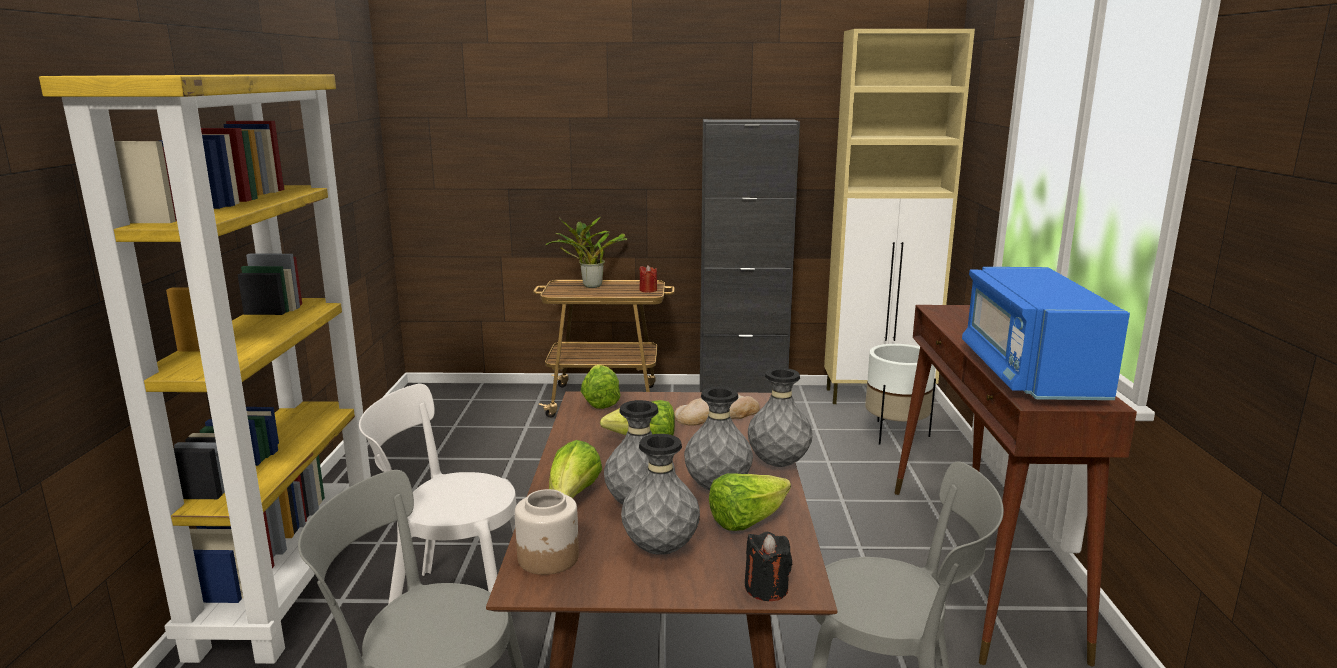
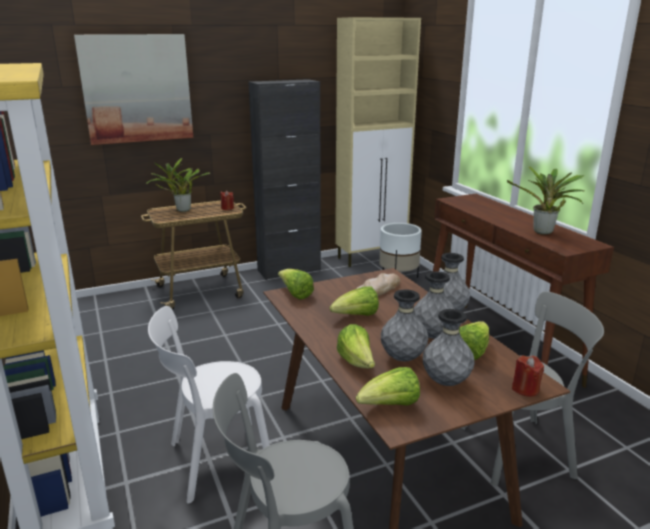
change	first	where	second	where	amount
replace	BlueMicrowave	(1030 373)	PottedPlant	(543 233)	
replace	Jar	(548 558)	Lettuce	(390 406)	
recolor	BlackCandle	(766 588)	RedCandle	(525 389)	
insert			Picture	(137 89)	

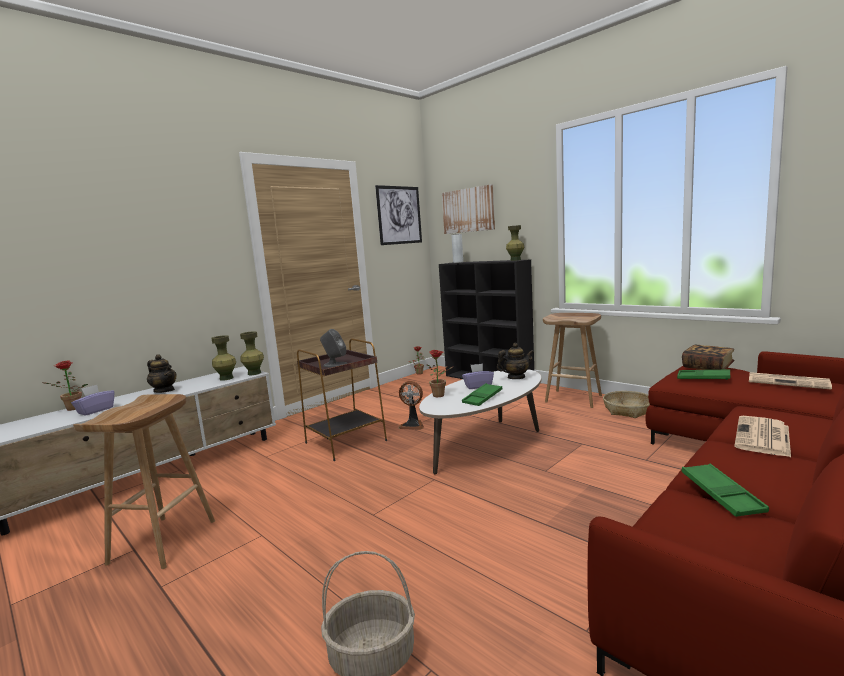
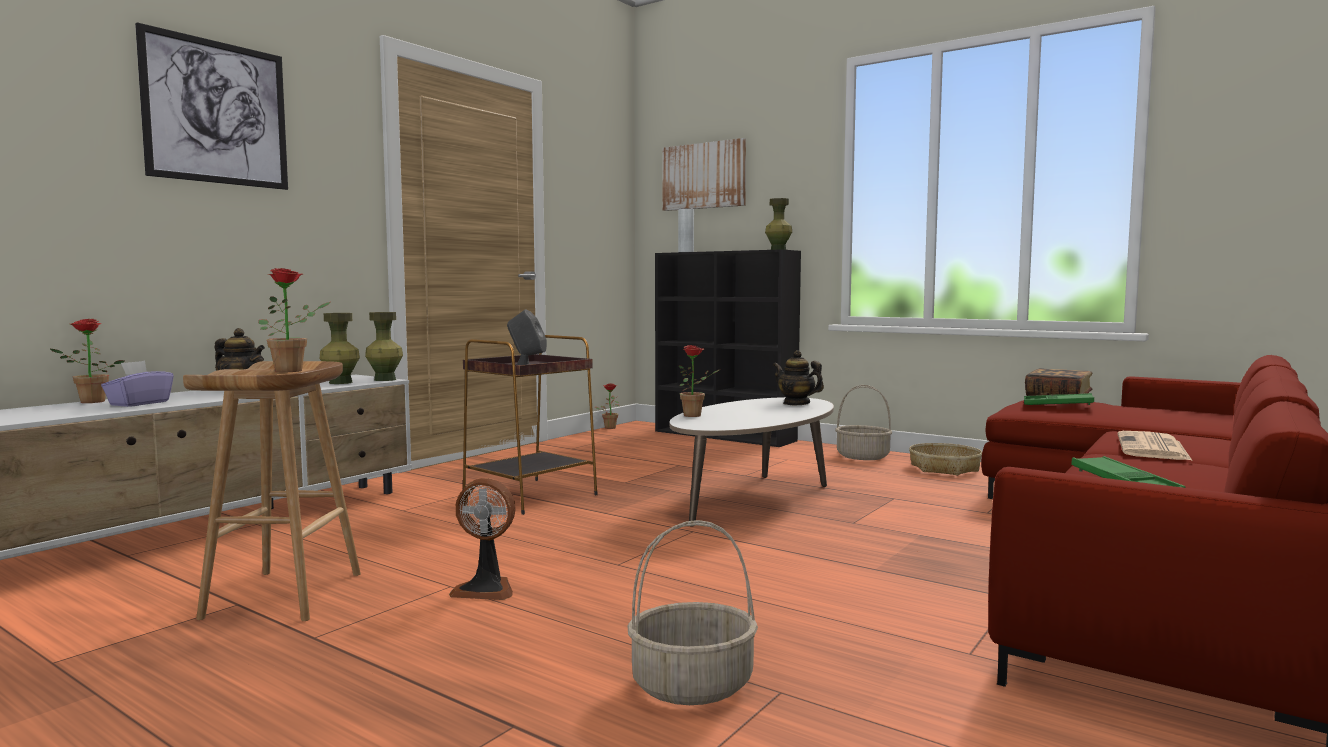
change	first	where	second	where	amount
move	Picture	(399 215)		(216 112)	
replace	BrownStool	(574 398)	Basket	(863 456)	
rotate	Teapot	(516 377)		(796 403)	120 degrees counterclockwise
delete	PurpleTissueBox	(478 386)			
delete	Newspaper	(789 382)			
move	Fan	(413 425)		(486 589)	
delete	GreenTray	(482 398)			
insert			PottedPlant	(294 370)	

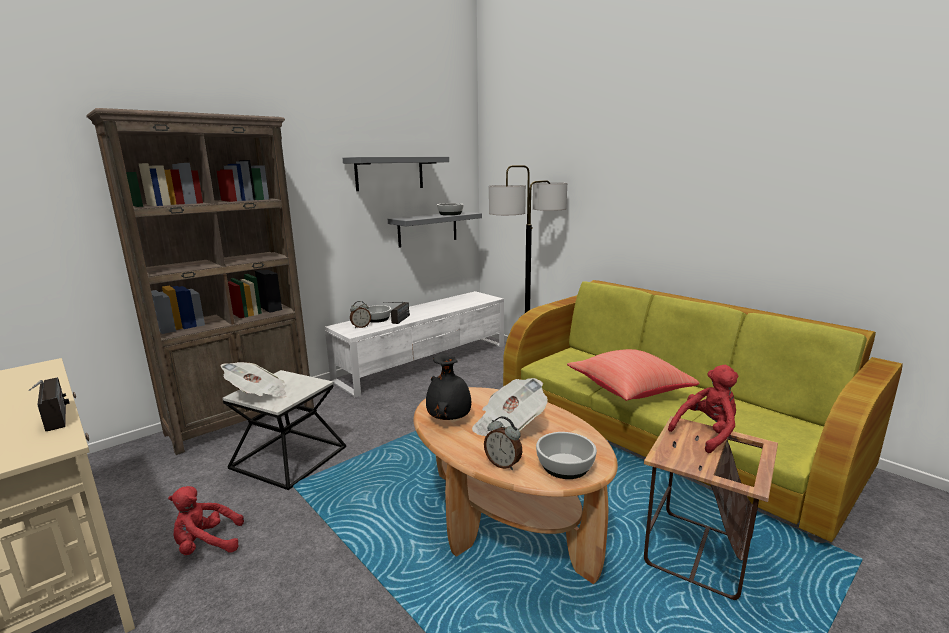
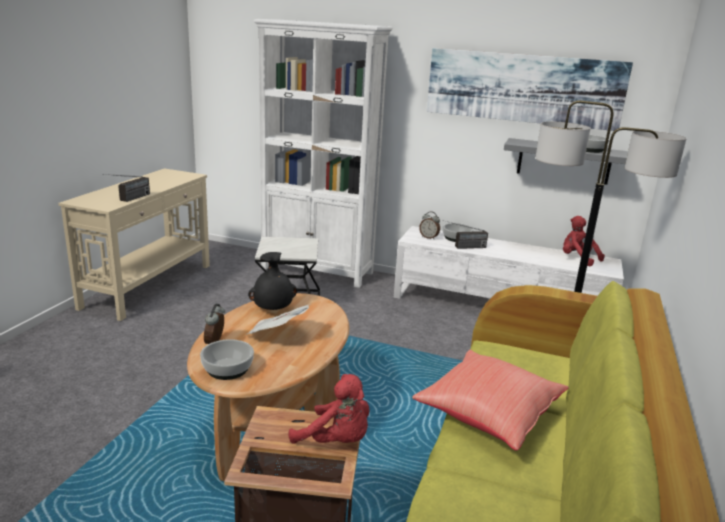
change	first	where	second	where	amount
recolor	BrownBookcase	(243 420)	WhiteBookcase	(318 270)	
replace	GreyShelf	(389 173)	Picture	(523 88)	
delete	Newspaper	(258 394)			
move	RedPlushToy	(206 545)		(577 259)	

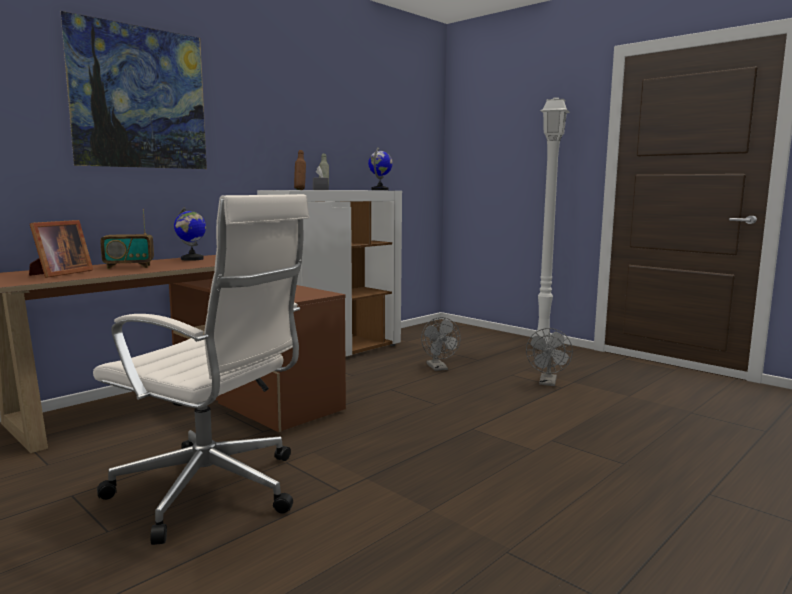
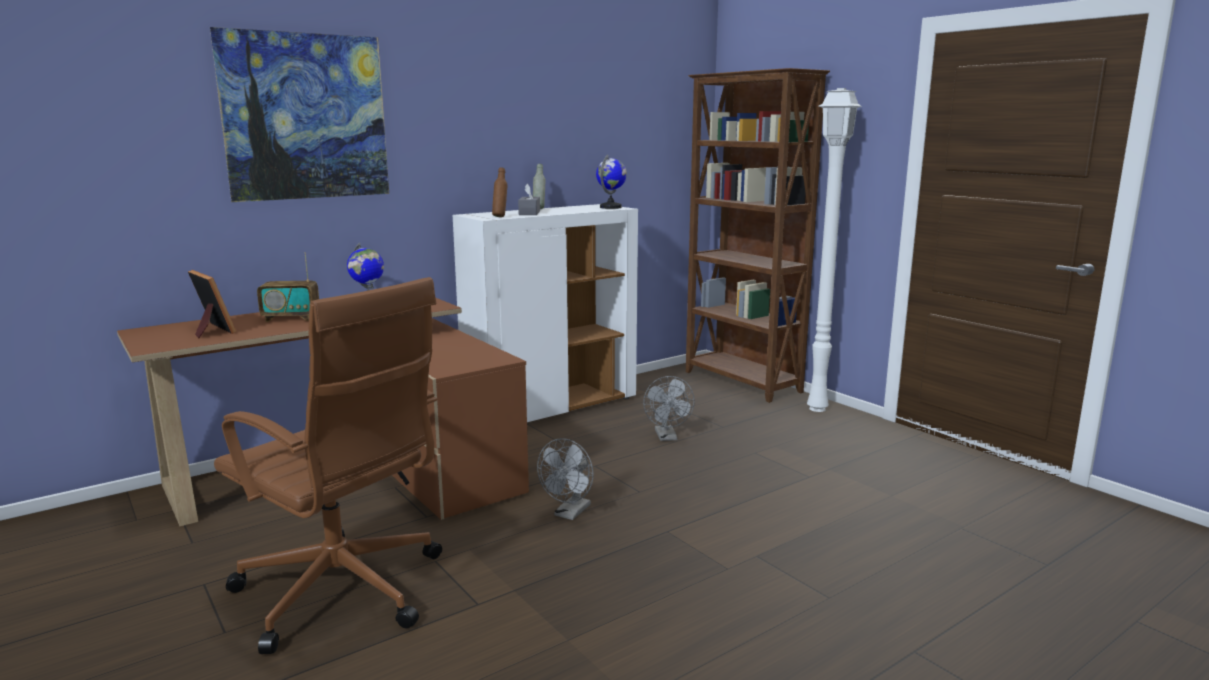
change	first	where	second	where	amount
recolor	WhiteOfficeChair	(212 491)	BrownOfficeChair	(343 592)	
rotate	PictureFrame	(59 274)		(211 331)	75 degrees counterclockwise
move	GreyFan	(548 383)		(570 513)	
insert			BrownBookcase	(742 382)	

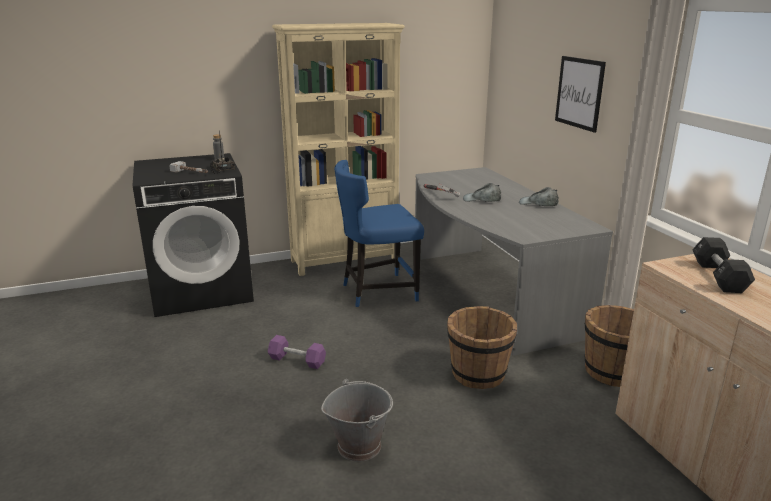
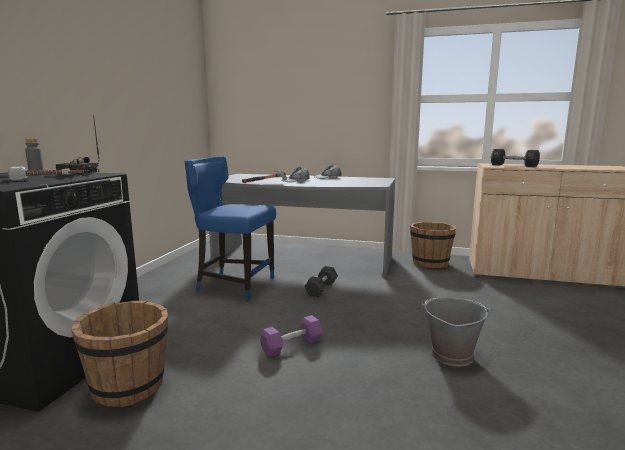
change	first	where	second	where	amount
delete	BeigeBookcase	(345 261)			
delete	Picture	(579 93)			
rotate	BlueChair	(377 291)		(234 285)	90 degrees clockwise
move	BrownBucket	(478 374)		(129 387)	
insert			BlackDumbbell	(321 289)	

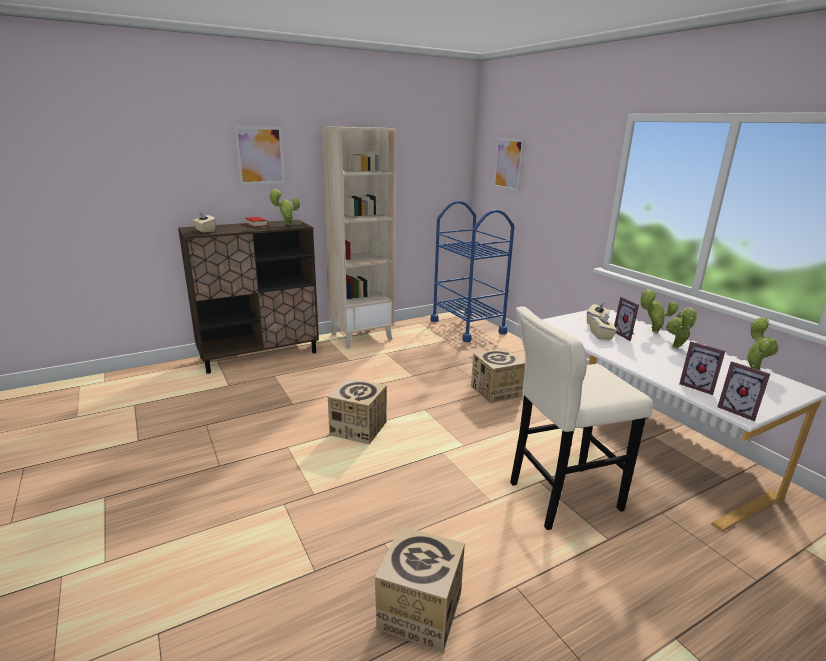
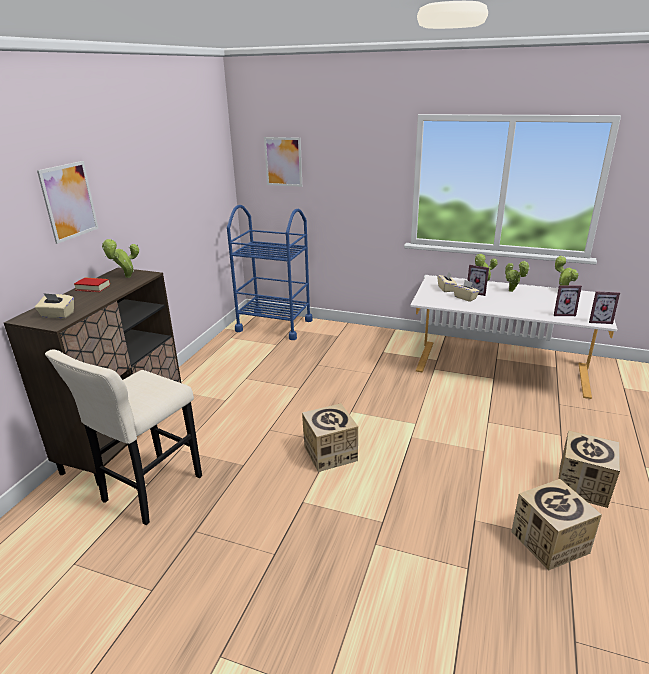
change	first	where	second	where	amount
delete	BeigeBookcase	(361 336)			
move	BeigeStool	(559 497)		(149 491)	
move	CardboardBox	(496 391)		(583 486)	

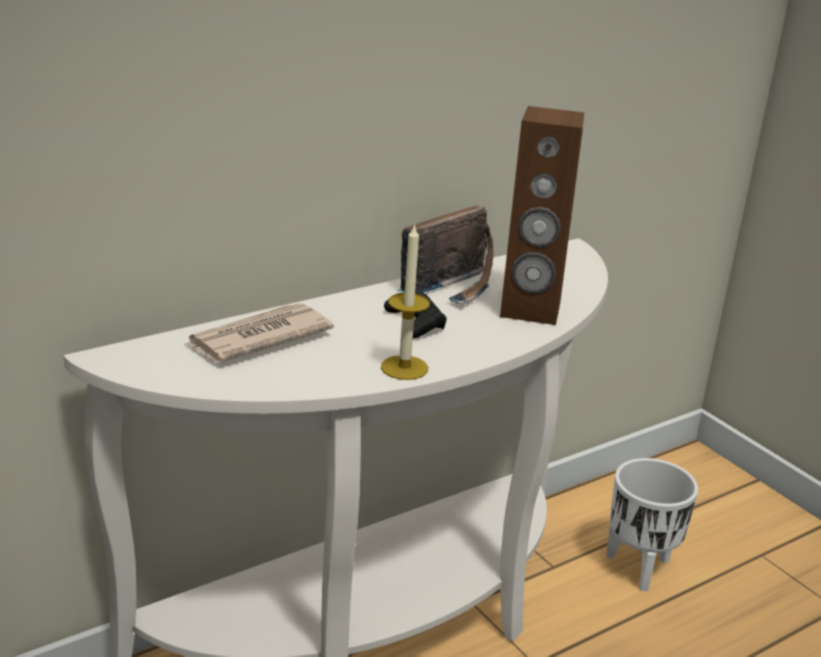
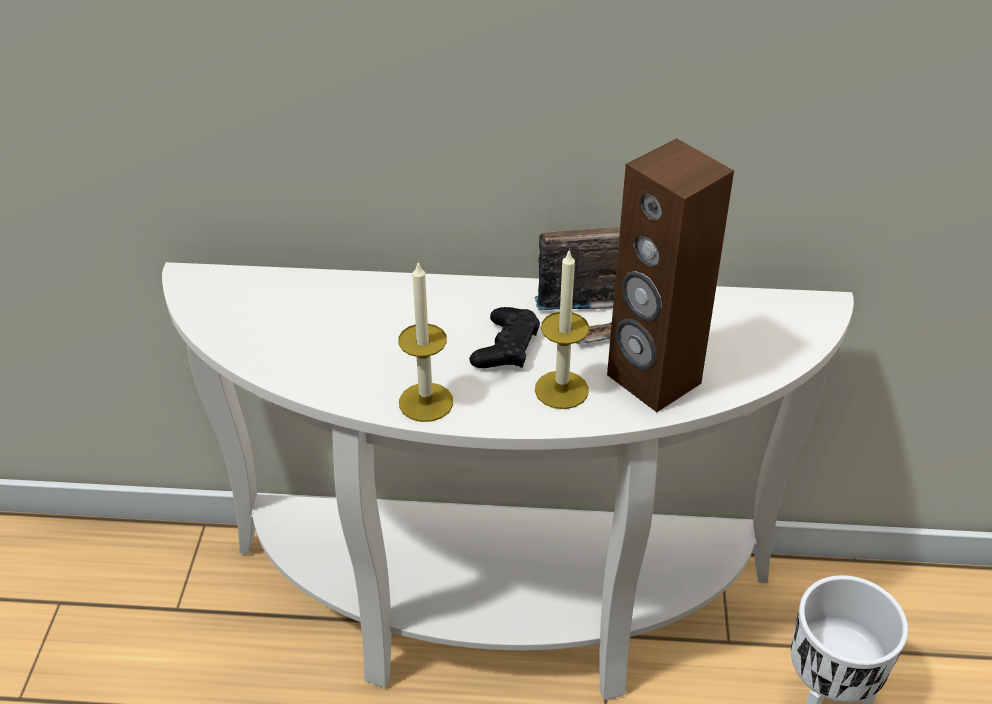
change	first	where	second	where	amount
delete	Newspaper	(257 338)			
insert			Candle	(561 390)	

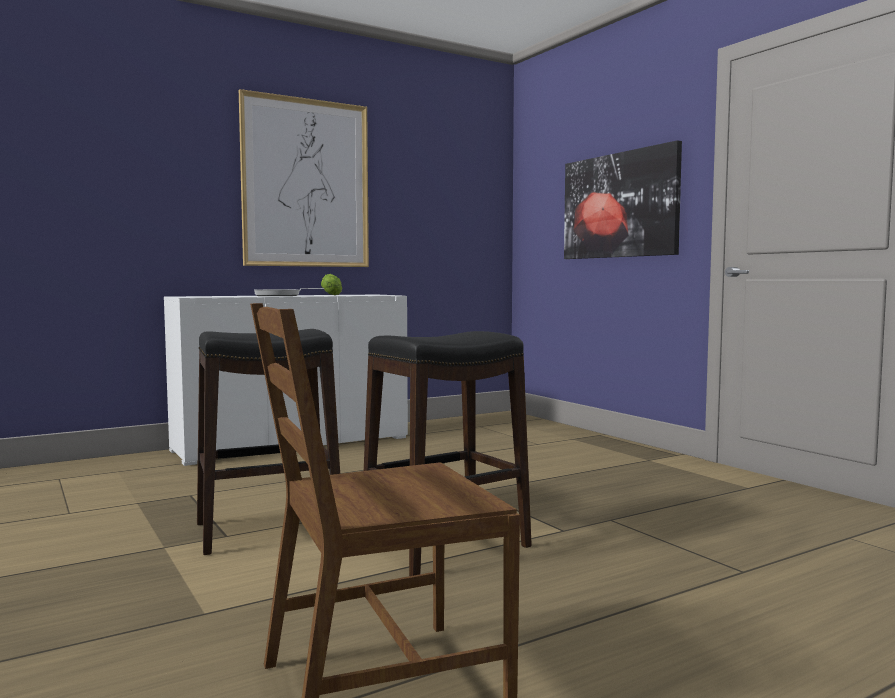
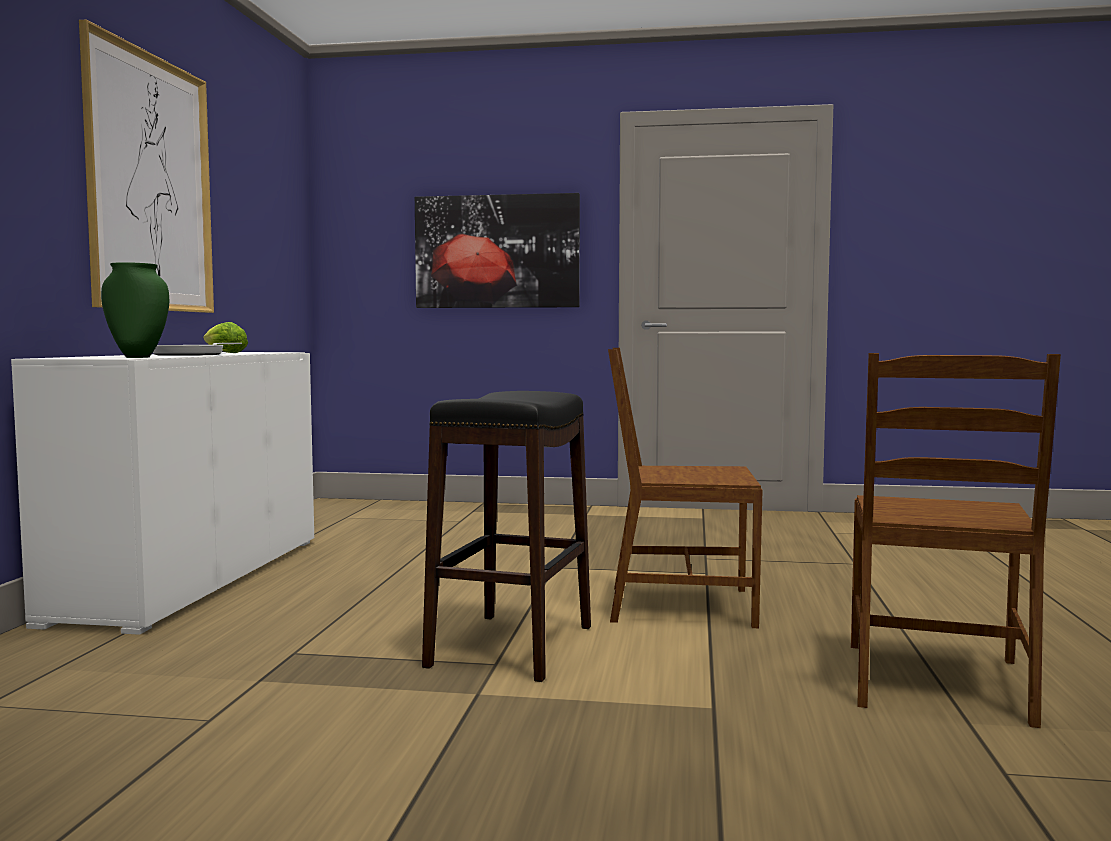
change	first	where	second	where	amount
replace	BlackStool	(446 545)	BrownChair	(679 606)	
insert			GreenVase	(137 357)	

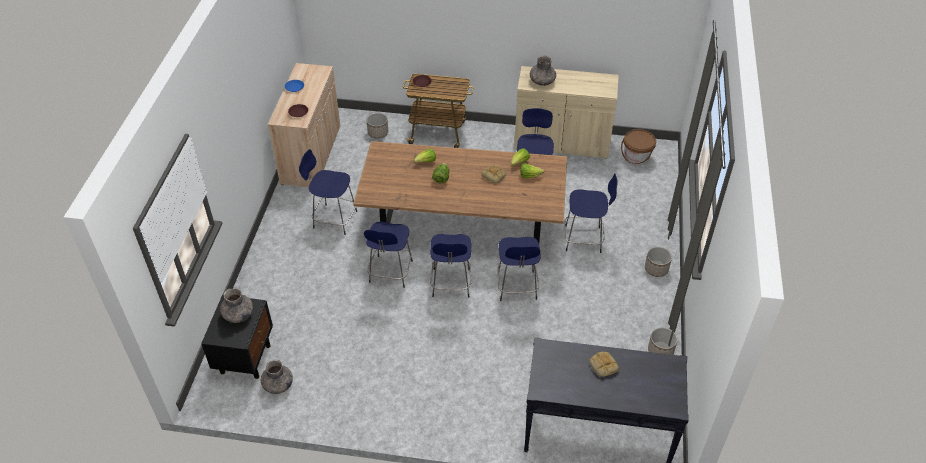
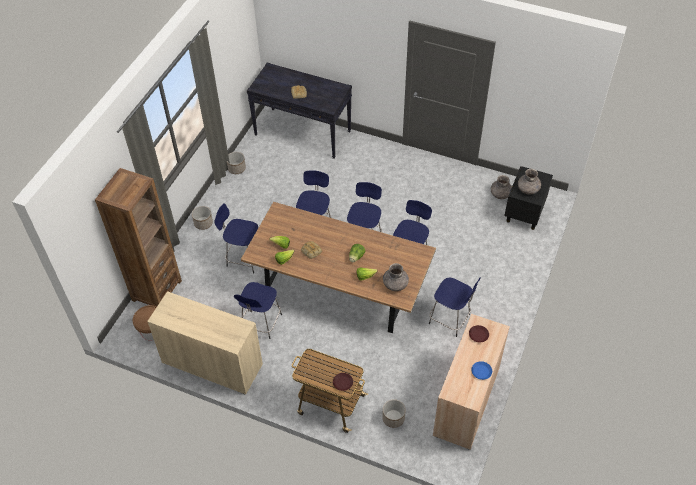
change	first	where	second	where	amount
move	GreyVase	(542 81)		(395 284)	
insert			BrownBookcase	(156 290)	

